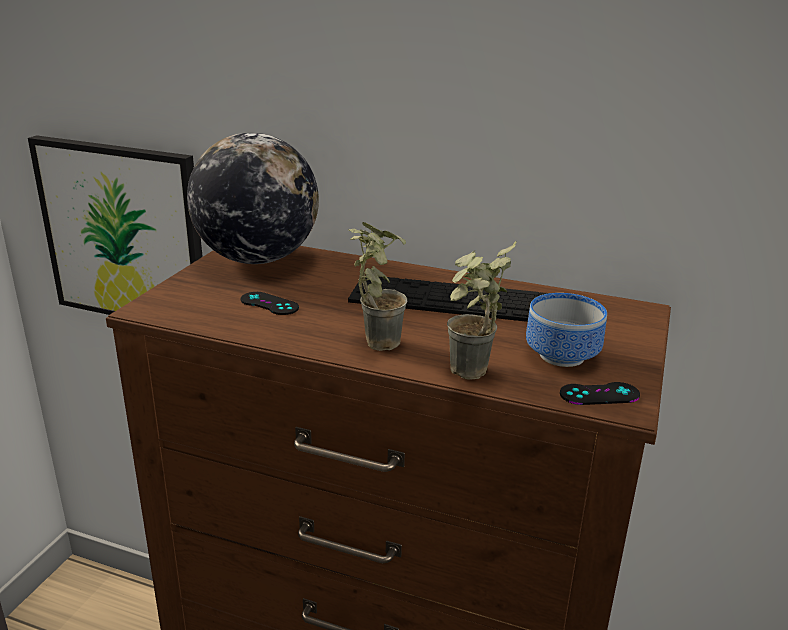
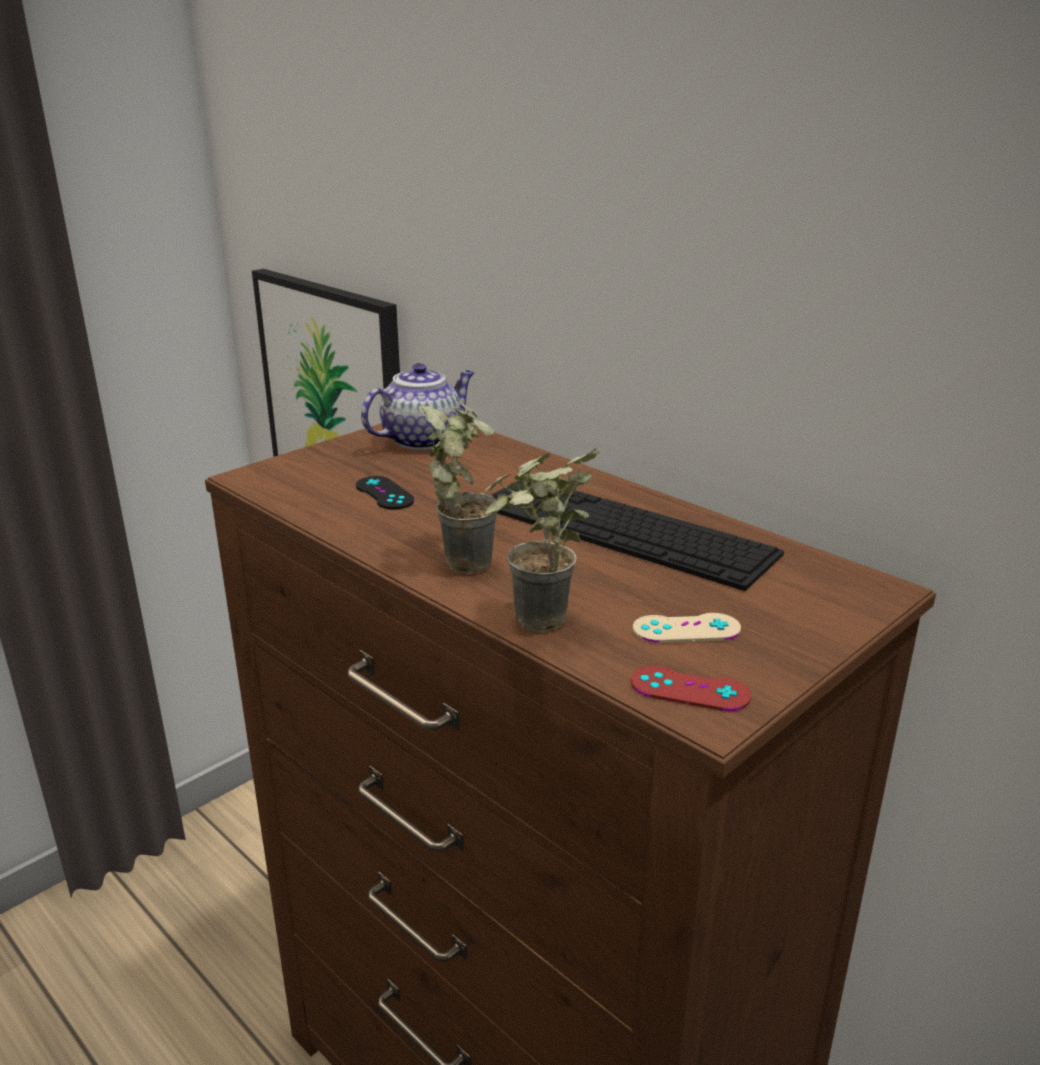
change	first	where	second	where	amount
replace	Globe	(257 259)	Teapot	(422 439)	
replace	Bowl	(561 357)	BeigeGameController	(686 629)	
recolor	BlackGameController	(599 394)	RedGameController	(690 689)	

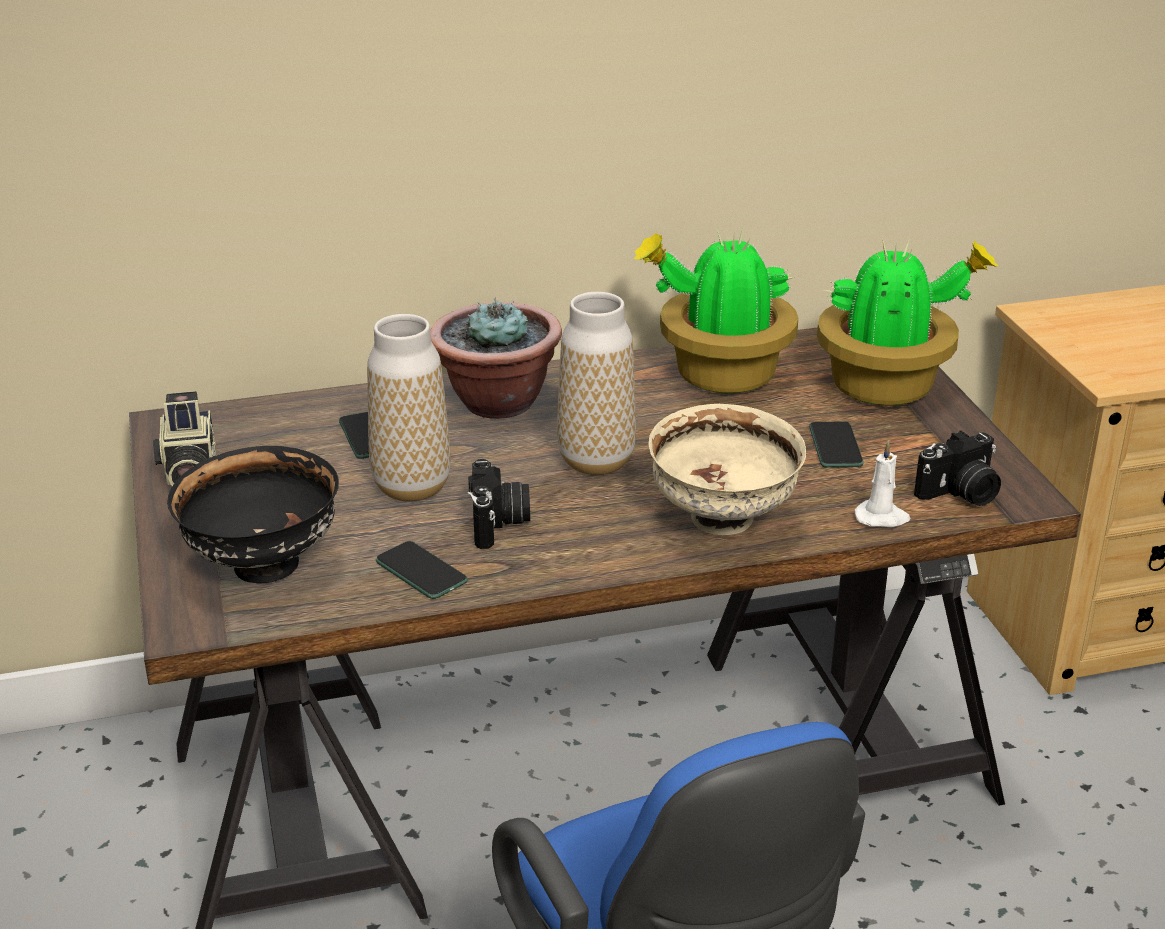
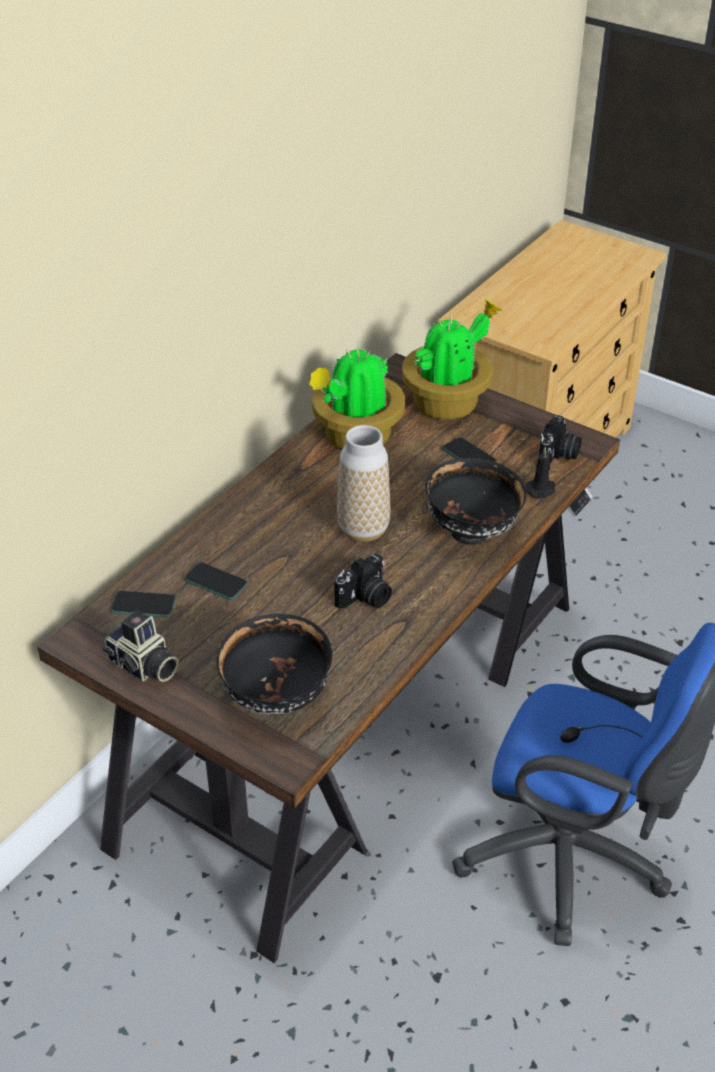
change	first	where	second	where	amount
delete	PottedPlant	(497 402)			
delete	Vase	(412 486)			
recolor	BeigeBowl	(724 520)	BlackBowl	(472 532)	
recolor	WhiteCandle	(882 517)	BlackCandle	(541 489)	
rotate	PhotoCamera	(499 523)		(365 598)	90 degrees clockwise
move	Phone	(421 572)		(144 605)	

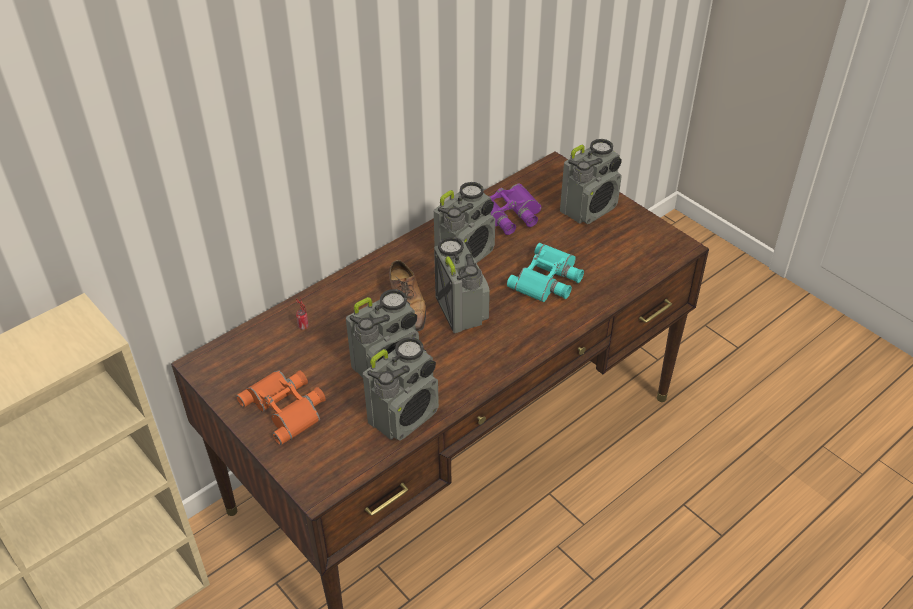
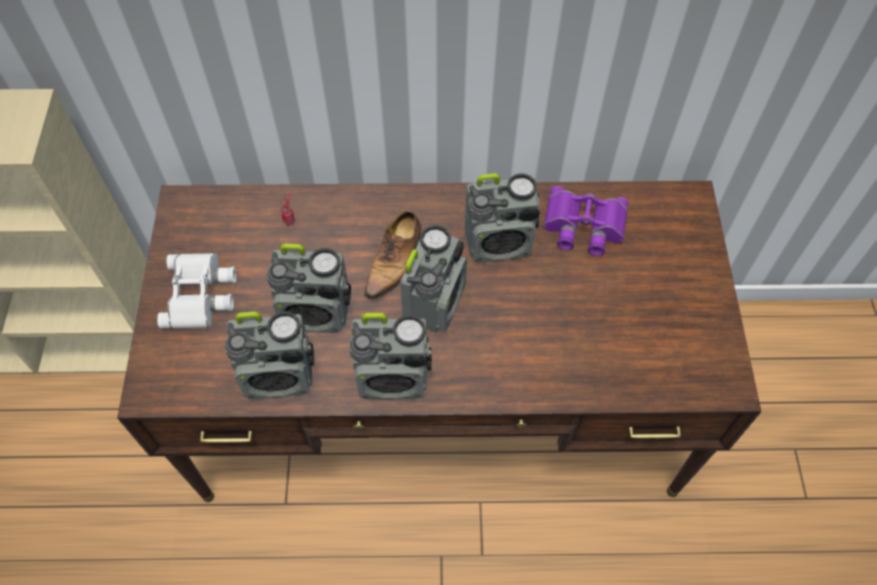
change	first	where	second	where	amount
move	Radio	(589 209)		(394 378)	
delete	TurquoiseBinoculars	(548 280)			
recolor	OrangeBinoculars	(287 407)	WhiteBinoculars	(201 294)	

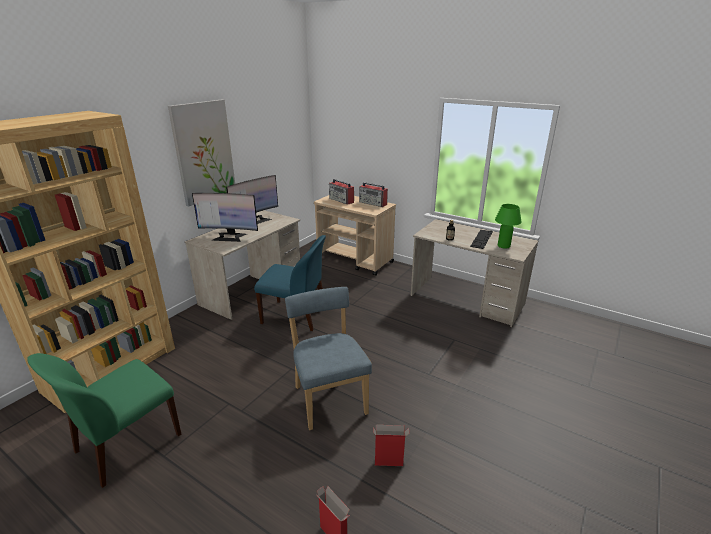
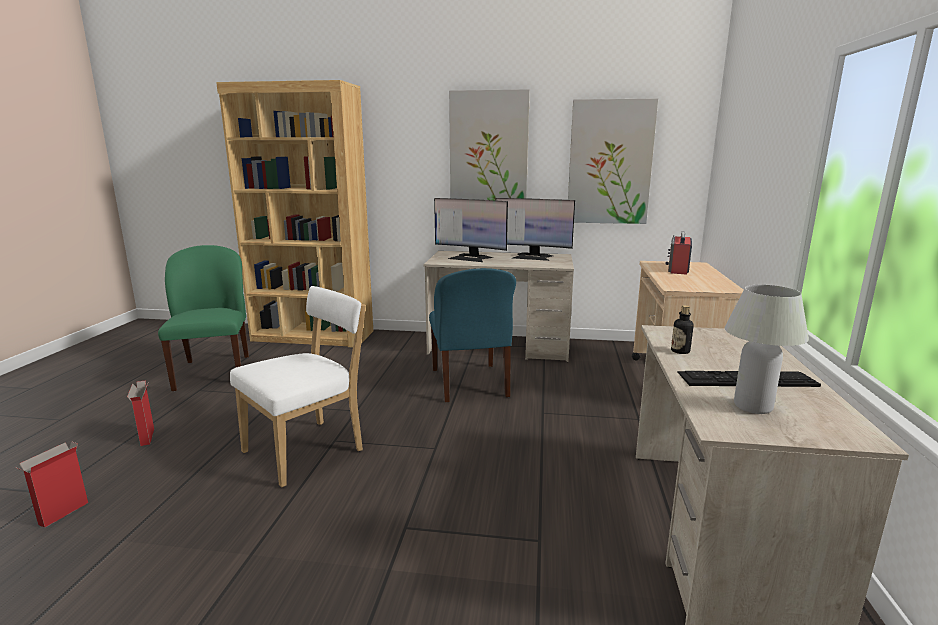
change	first	where	second	where	amount
delete	Radio	(373 203)			
rotate	Monitor	(229 237)		(470 258)	45 degrees counterclockwise
recolor	GreenTableLamp	(503 246)	WhiteTableLamp	(752 406)	
recolor	BlueChair	(329 397)	WhiteChair	(309 449)	
rotate	GreenChair	(126 444)		(214 372)	60 degrees clockwise
move	CardboardBox	(389 462)		(147 437)	
insert			Picture	(610 162)	

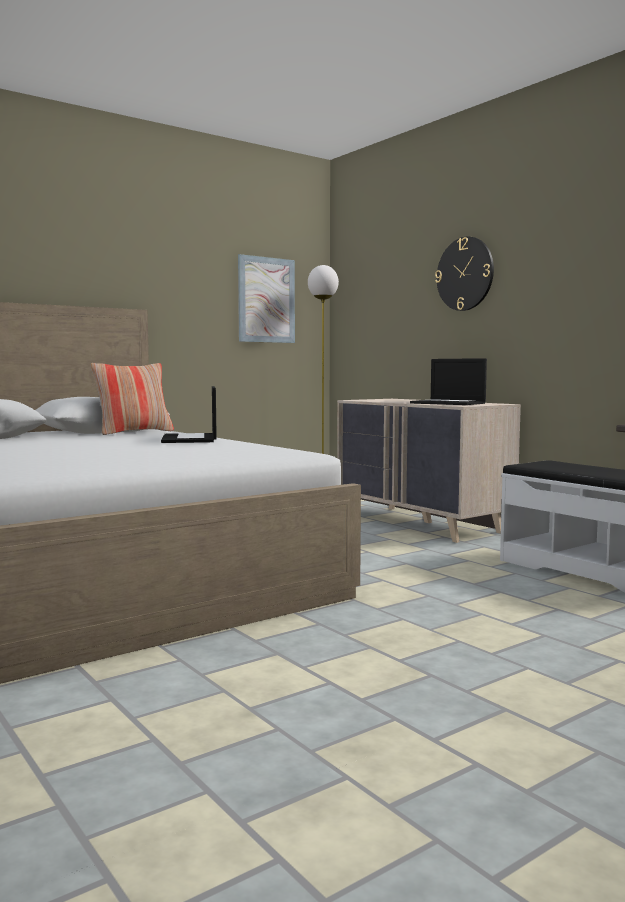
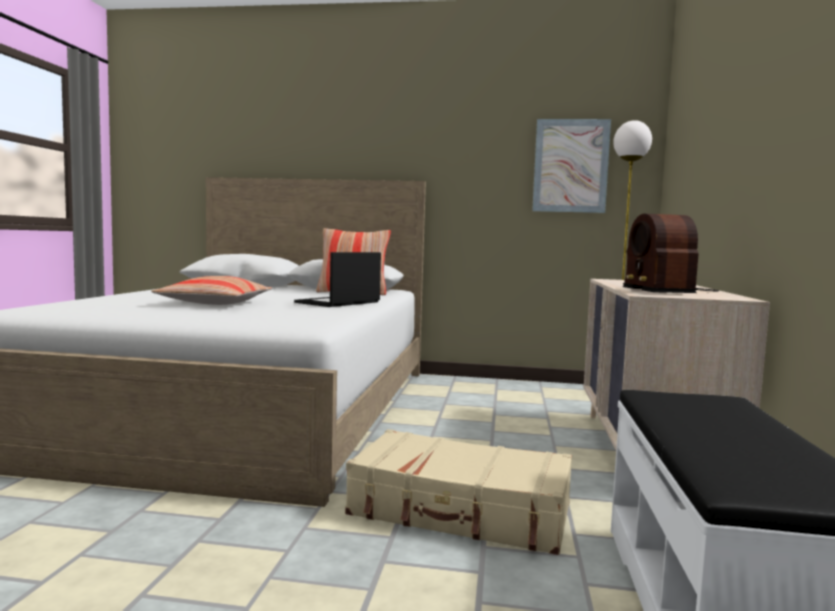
change	first	where	second	where	amount
delete	WallClock	(465 274)			
replace	Laptop	(449 403)	Radio	(666 291)	
insert			Pillow	(215 303)	
insert			BeigeSuitcase	(460 511)	

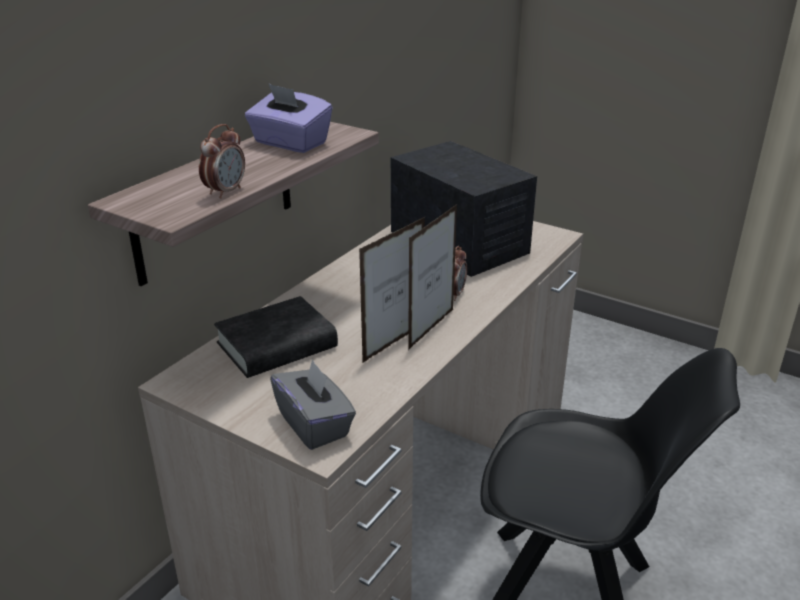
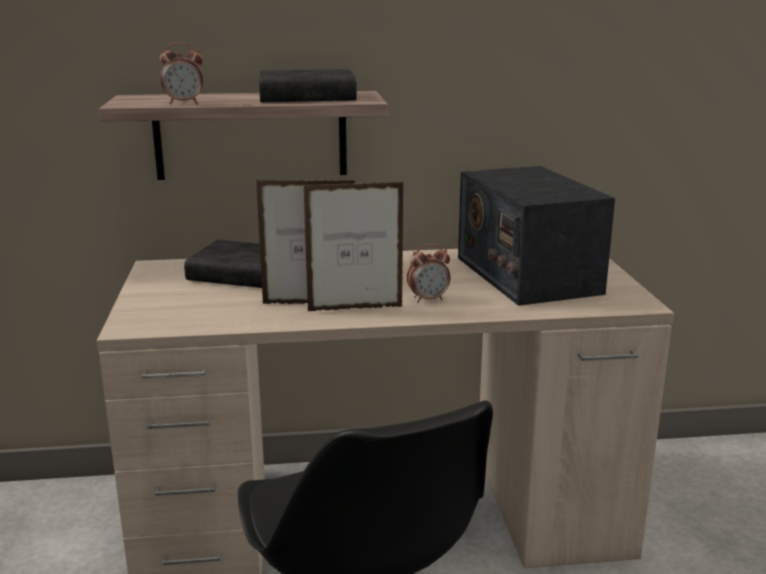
change	first	where	second	where	amount
replace	PurpleTissueBox	(290 143)	BlackBook	(307 97)	
rotate	Radio	(459 242)		(526 275)	150 degrees clockwise
delete	GreyTissueBox	(314 425)			

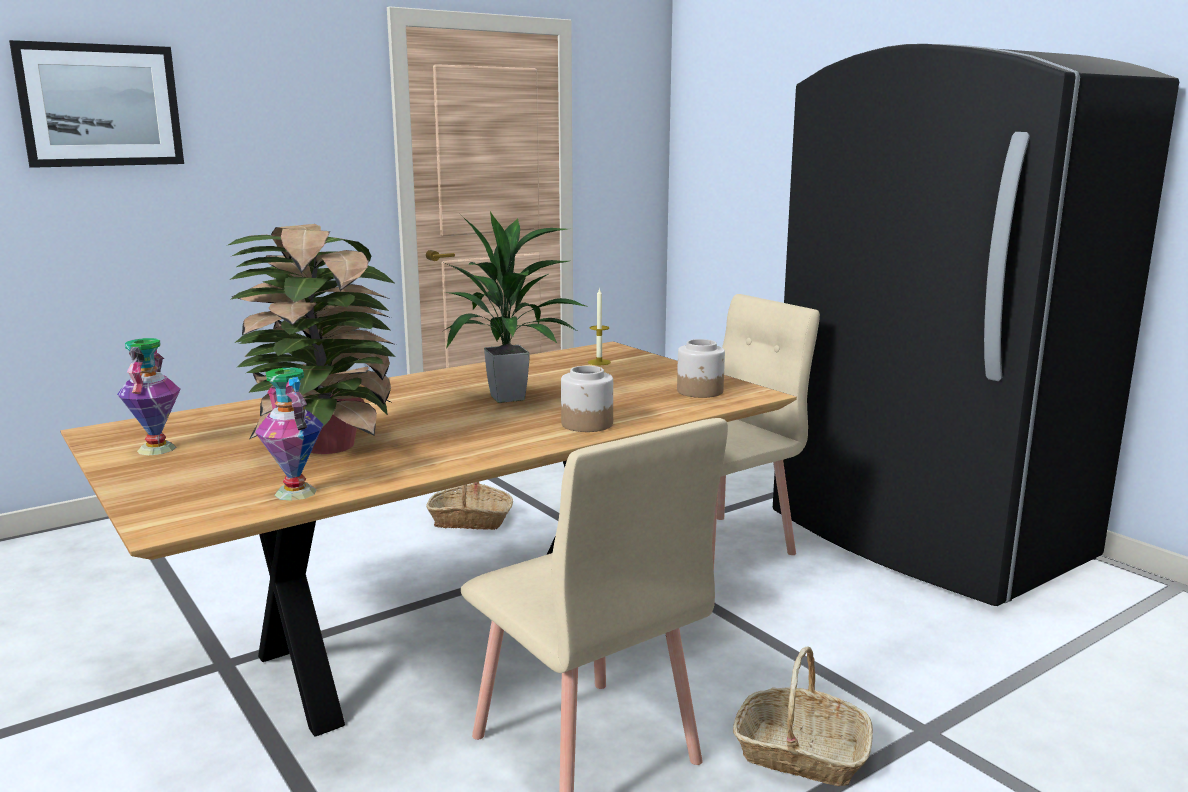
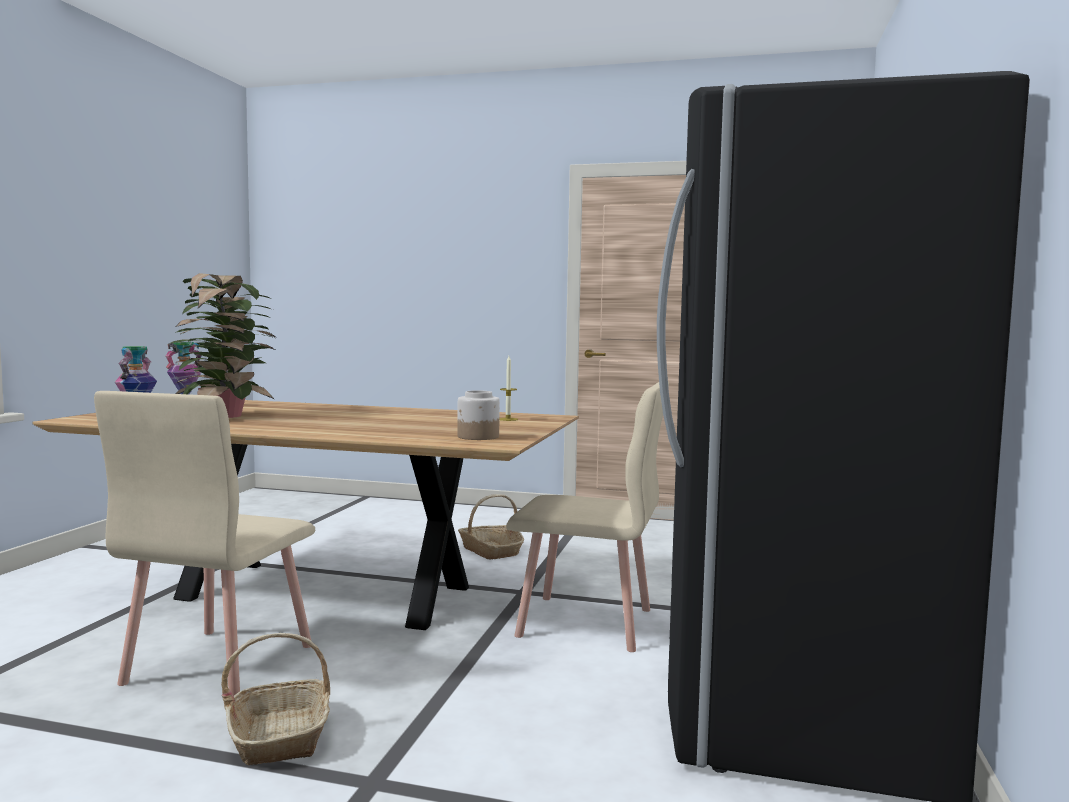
change	first	where	second	where	amount
delete	Picture	(100 105)			
delete	PottedPlant	(509 398)			
delete	Jar	(587 424)			

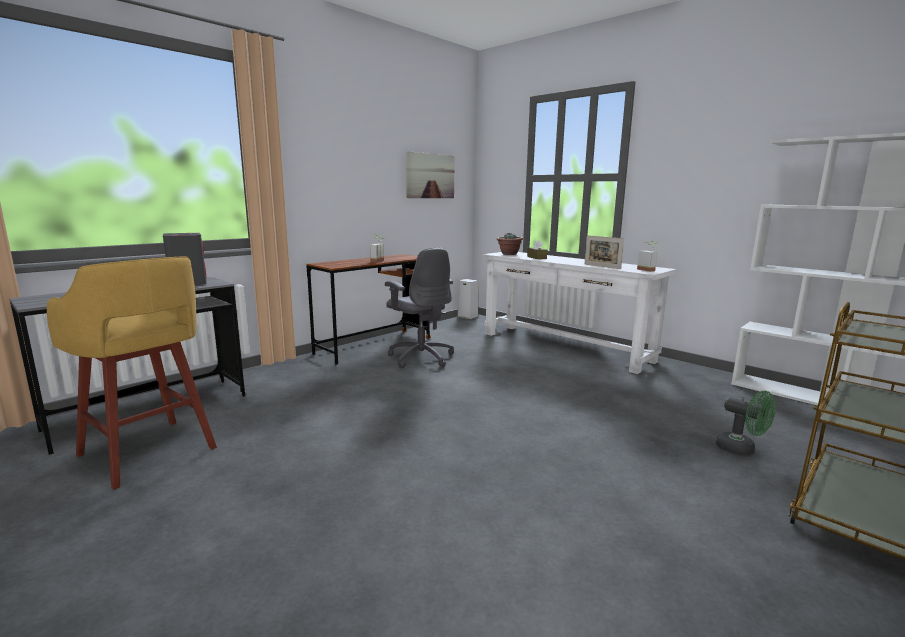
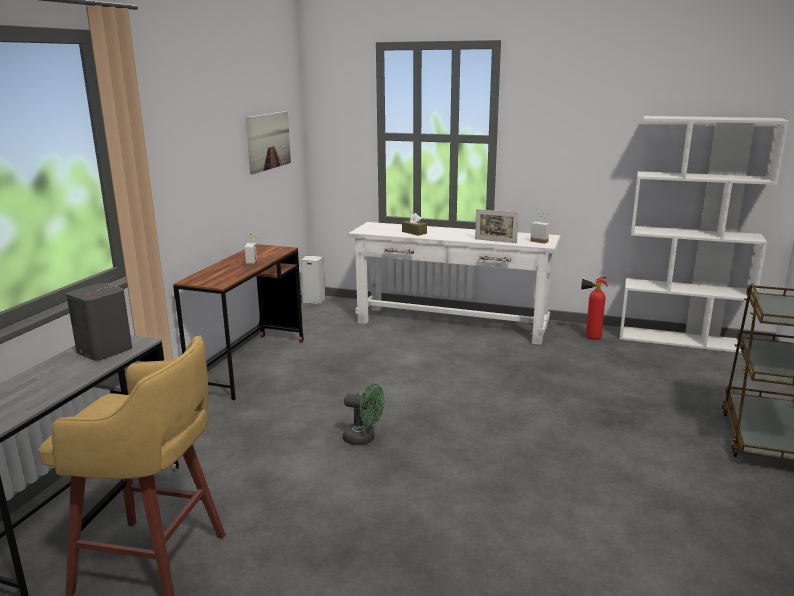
change	first	where	second	where	amount
delete	PottedPlant	(509 254)			
delete	GreyOfficeChair	(421 357)			
move	GreenFan	(741 450)		(364 439)	
insert			FireExtinguisher	(589 337)	

